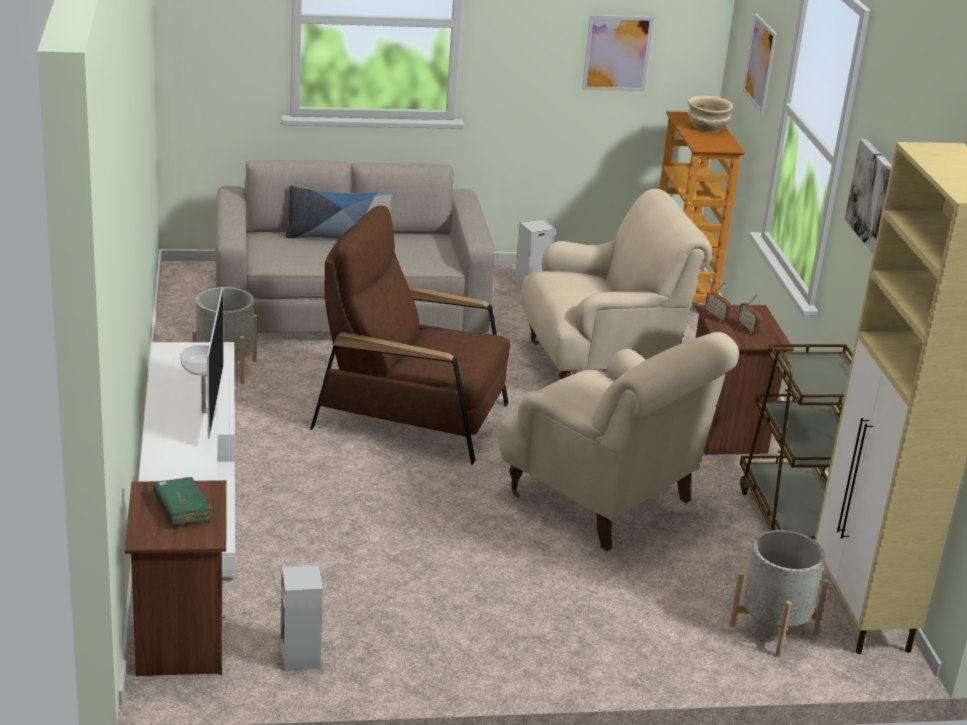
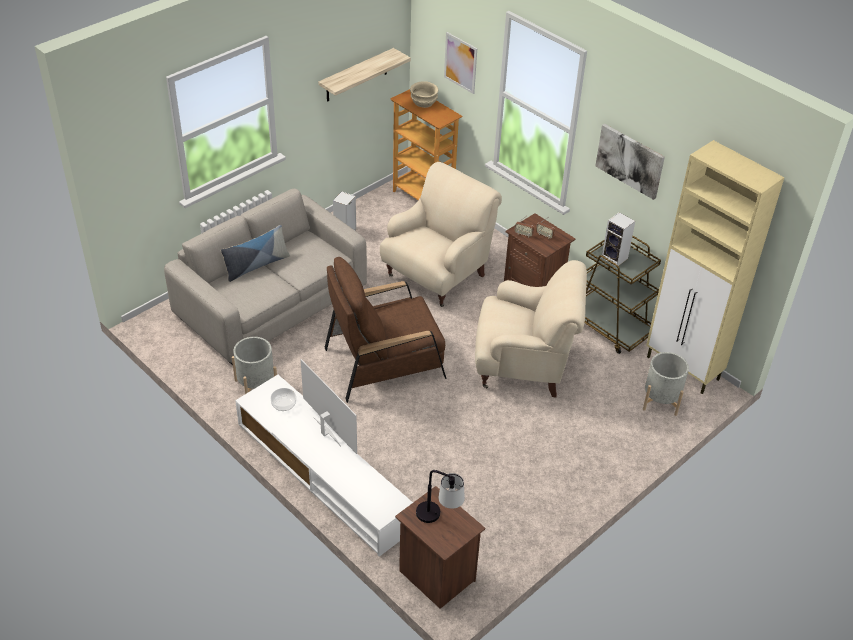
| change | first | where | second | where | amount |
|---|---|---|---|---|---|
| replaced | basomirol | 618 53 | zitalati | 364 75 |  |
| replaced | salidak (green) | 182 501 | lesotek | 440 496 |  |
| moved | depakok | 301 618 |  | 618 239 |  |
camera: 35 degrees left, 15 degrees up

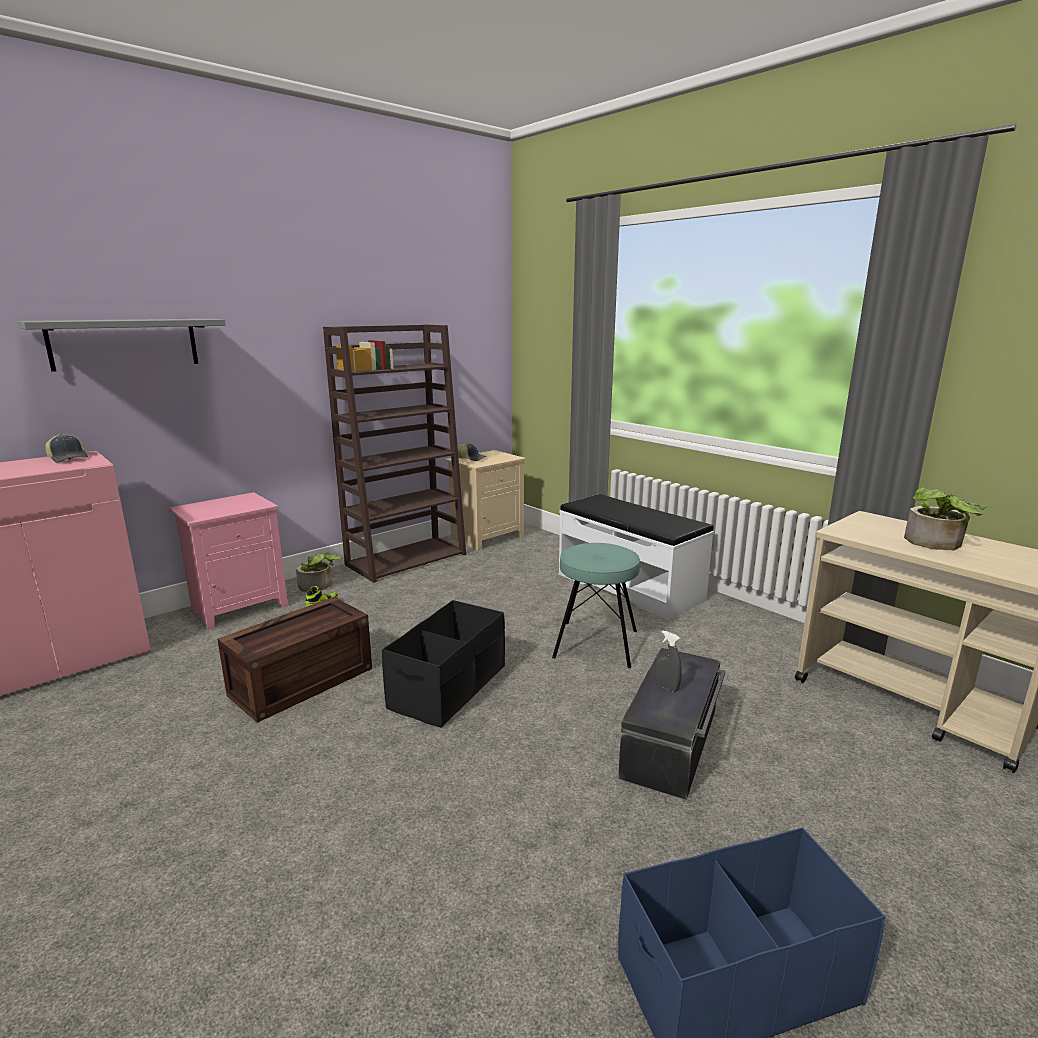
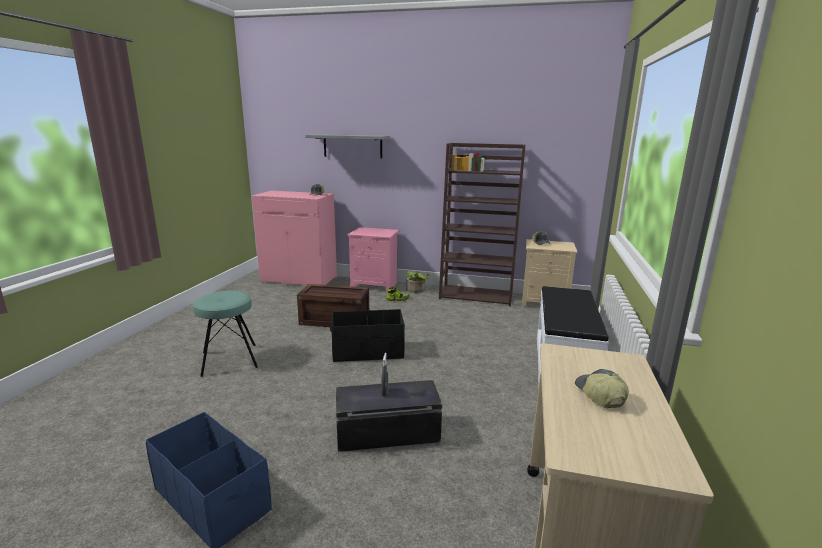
| change | first | where | second | where | amount |
|---|---|---|---|---|---|
| moved | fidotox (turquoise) | 596 605 |  | 225 334 |  |
| replaced | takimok | 946 519 | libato | 602 388 |  |
camera: 55 degrees right, 0 degrees up

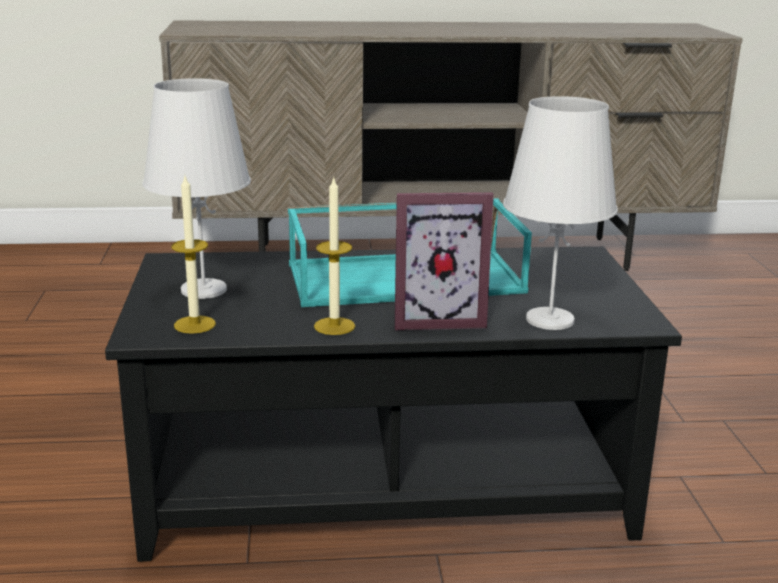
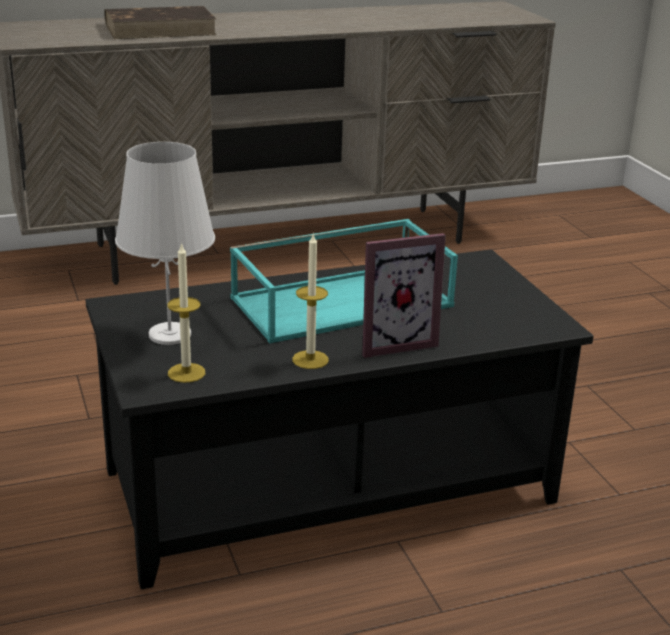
| change | first | where | second | where | amount |
|---|---|---|---|---|---|
| added |  |  | salidak (brown) | 160 22 |  |
| removed | lesotek (white) | 560 213 |  |  |  |
camera: 15 degrees left, 5 degrees up

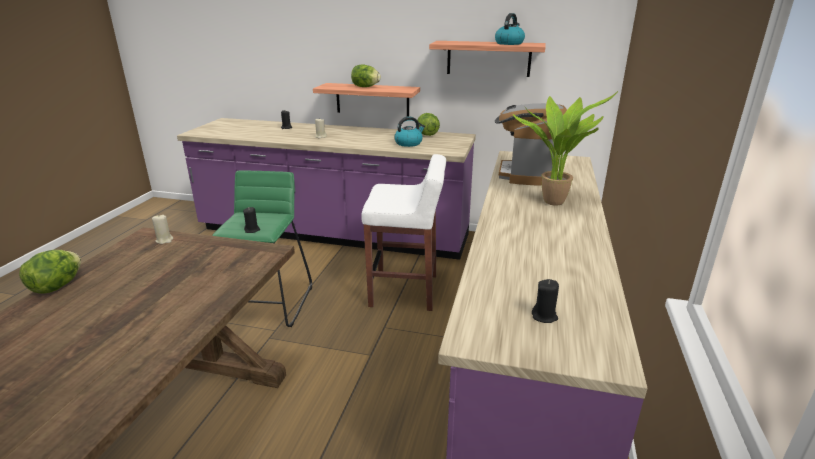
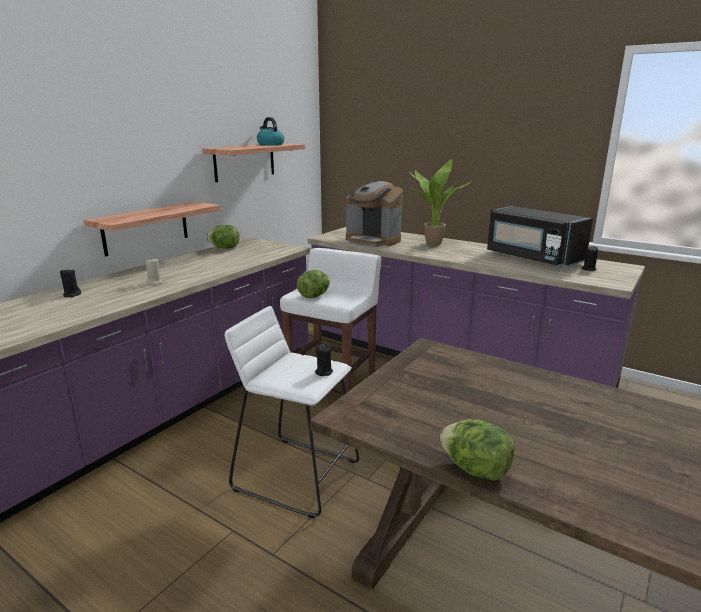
| change | first | where | second | where | amount |
|---|---|---|---|---|---|
| recoloured | fidotox (green) | 262 249 | fidotox (white) | 292 412 |  |
| moved | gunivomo | 366 76 |  | 313 284 |  |
| added |  |  | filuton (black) | 540 237 |  |
| removed | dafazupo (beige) | 162 229 |  |  |  |
| removed | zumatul | 409 132 |  |  |  |
camera: 70 degrees left, 5 degrees down

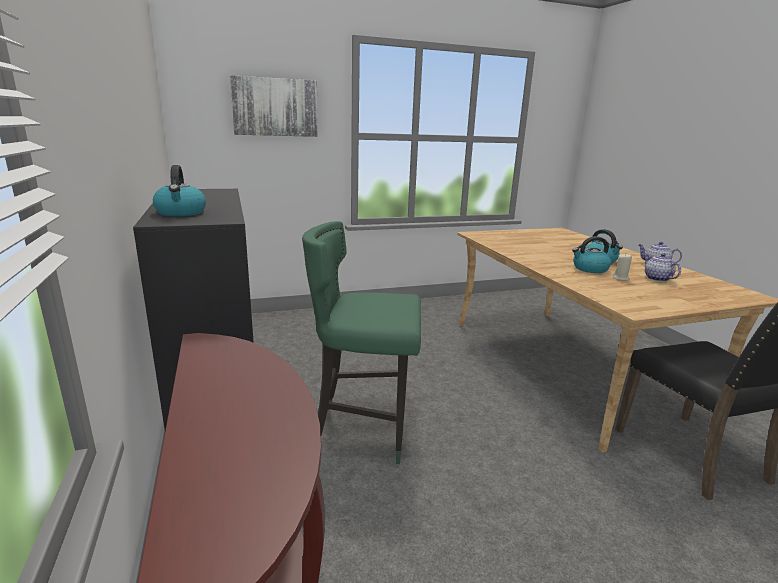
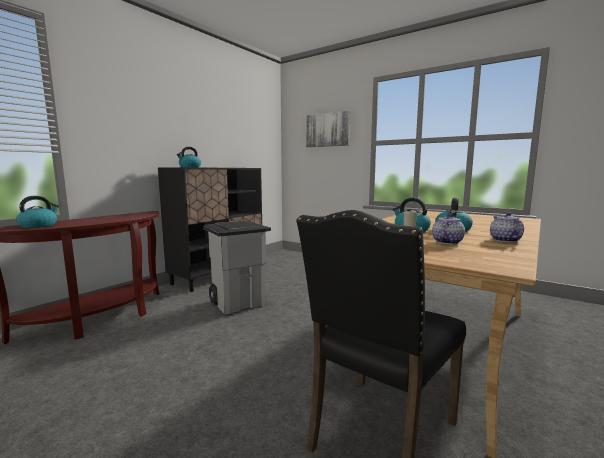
| change | first | where | second | where | amount |
|---|---|---|---|---|---|
| added |  |  | zumatul | 37 212 |  |
| replaced | fidotox (green) | 361 342 | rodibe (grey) | 237 267 |  |
camera: 55 degrees right, 10 degrees down

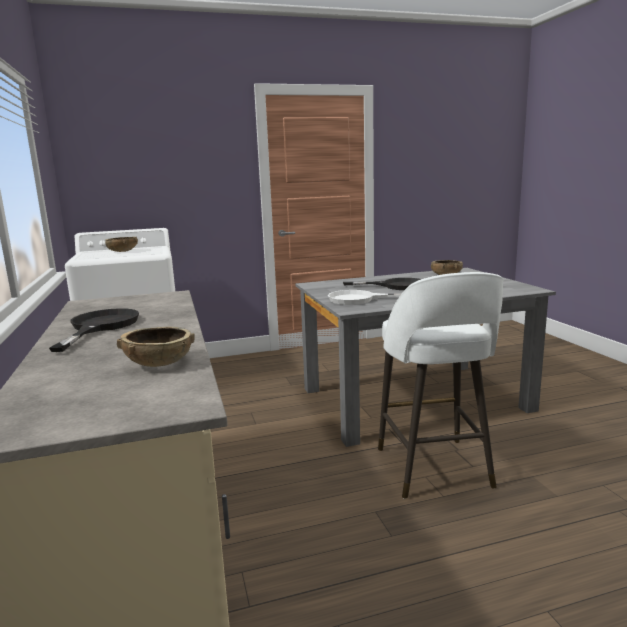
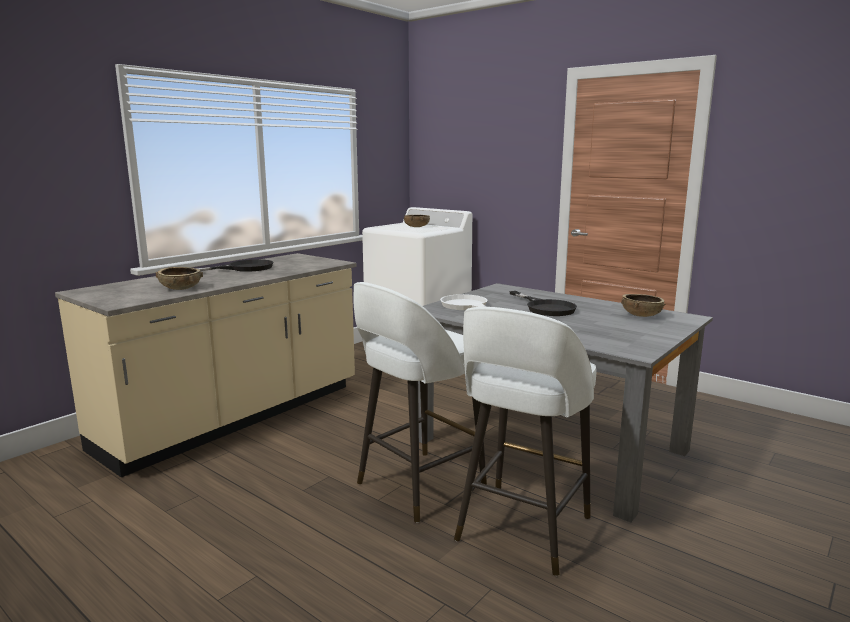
| change | first | where | second | where | amount |
|---|---|---|---|---|---|
| added |  |  | fidotox (white) | 525 441 |  |
camera: 55 degrees right, 0 degrees up

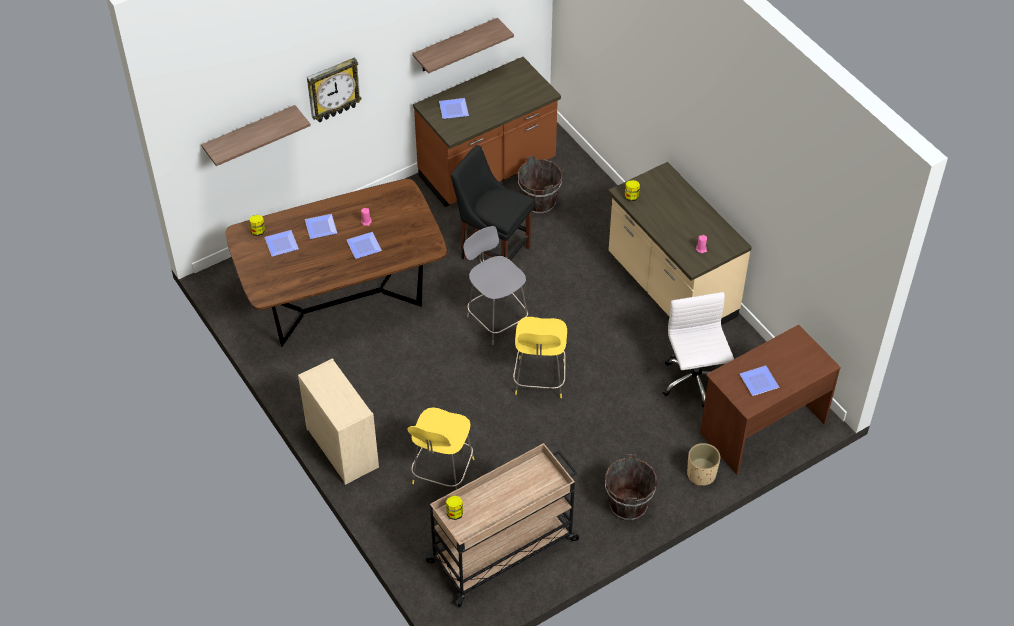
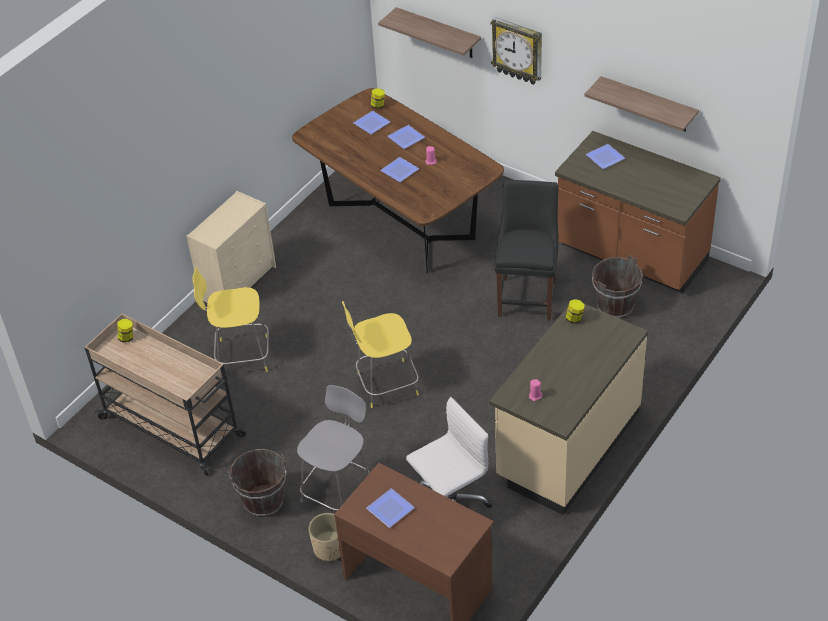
| change | first | where | second | where | amount |
|---|---|---|---|---|---|
| moved | fidotox (grey) | 495 285 |  | 333 448 |  |
camera: 70 degrees right, 5 degrees down

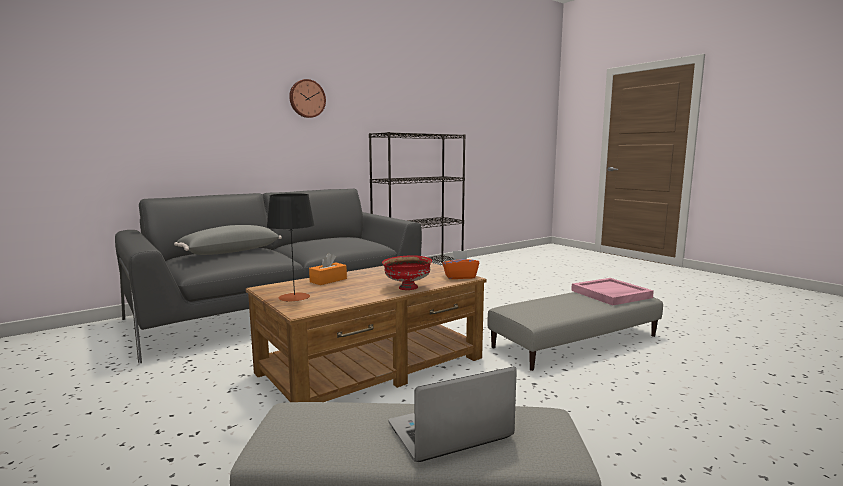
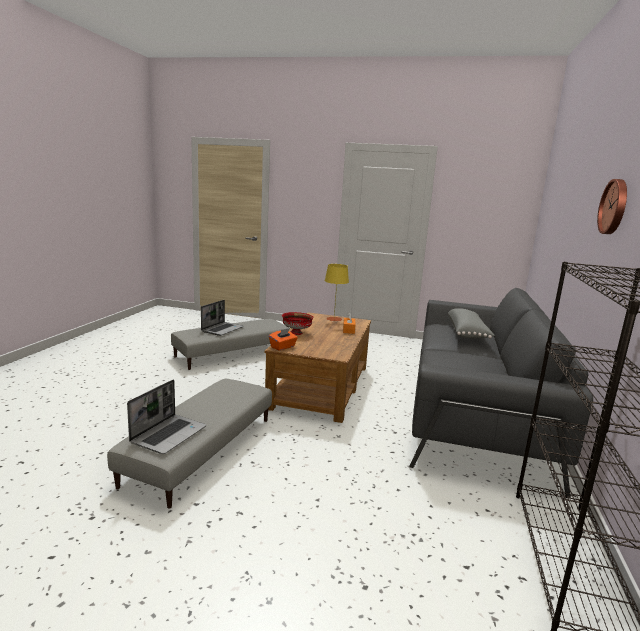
| change | first | where | second | where | amount |
|---|---|---|---|---|---|
| replaced | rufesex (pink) | 612 291 | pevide | 166 417 |  |
| recoloured | lesotek (black) | 291 247 | lesotek (yellow) | 337 293 |  |
camera: 140 degrees right, 5 degrees up

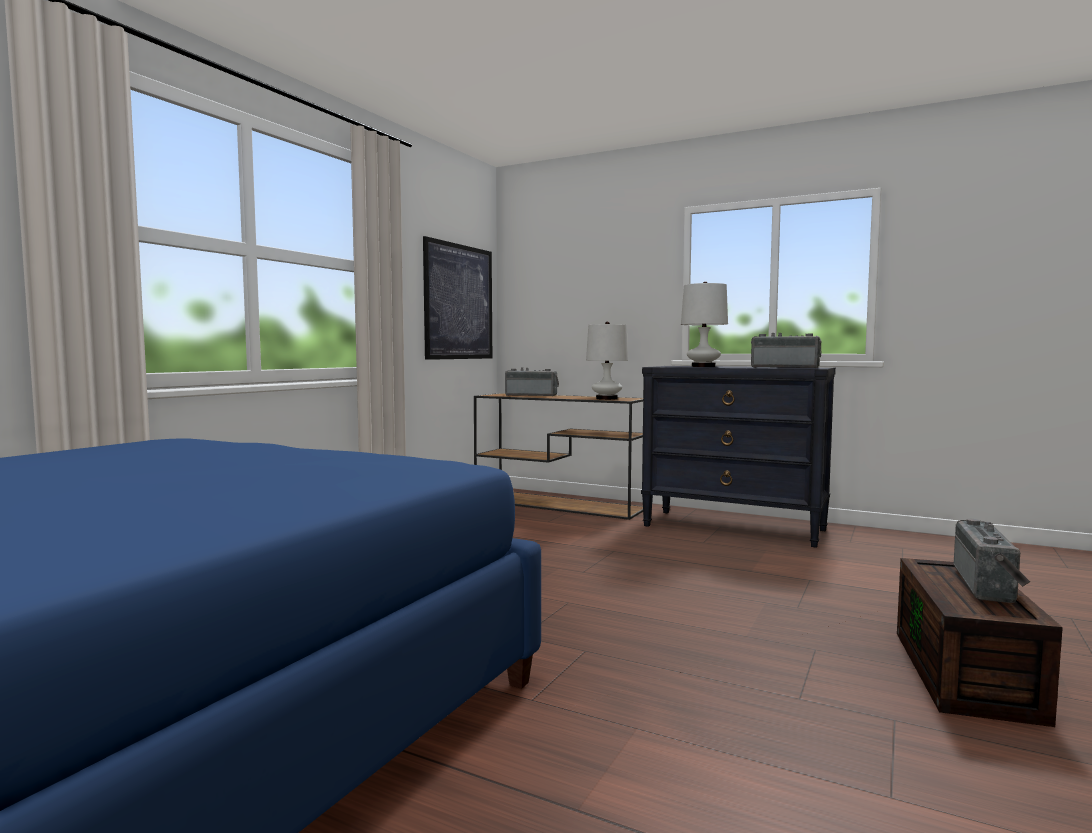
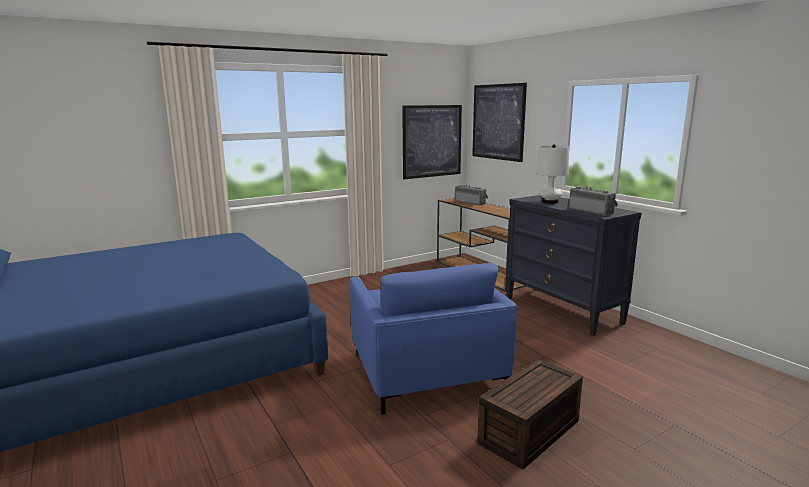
| change | first | where | second | where | amount |
|---|---|---|---|---|---|
| added |  |  | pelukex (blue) | 433 339 |  |
| added |  |  | basomirol | 499 122 |  |
| removed | lesotek (white) | 607 360 |  |  |  |
| removed | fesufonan | 992 561 |  |  |  |
camera: 30 degrees right, 10 degrees up

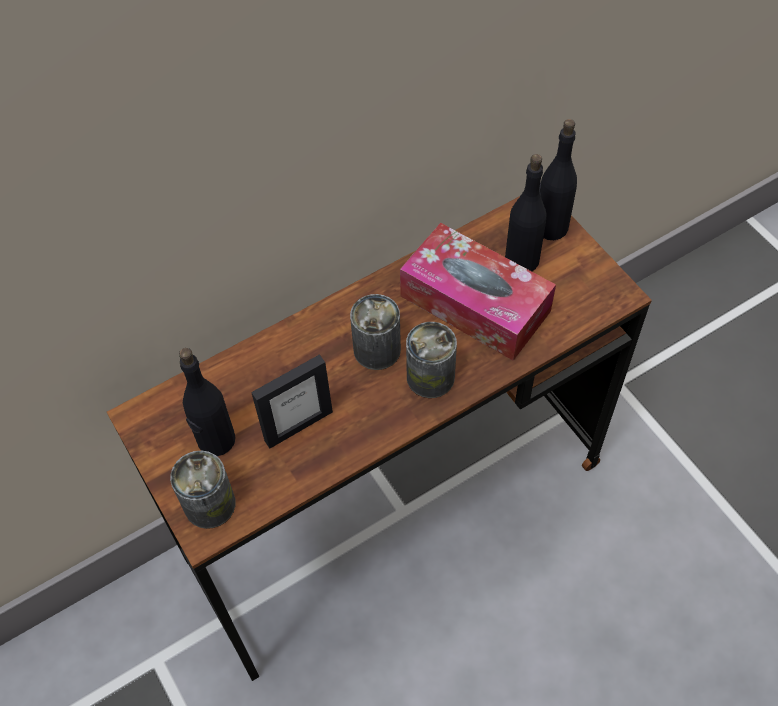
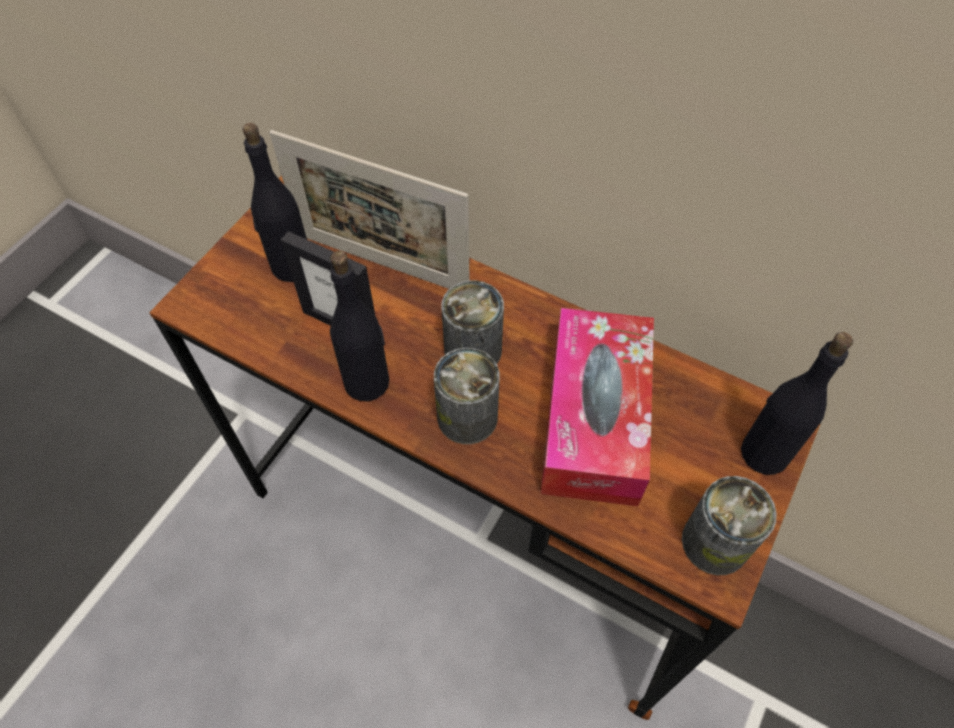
| change | first | where | second | where | amount |
|---|---|---|---|---|---|
| added |  |  | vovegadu | 369 209 |  |
| moved | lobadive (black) | 525 212 |  | 359 326 |  |
| moved | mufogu | 203 490 |  | 729 525 |  |
camera: 60 degrees right, 0 degrees up

